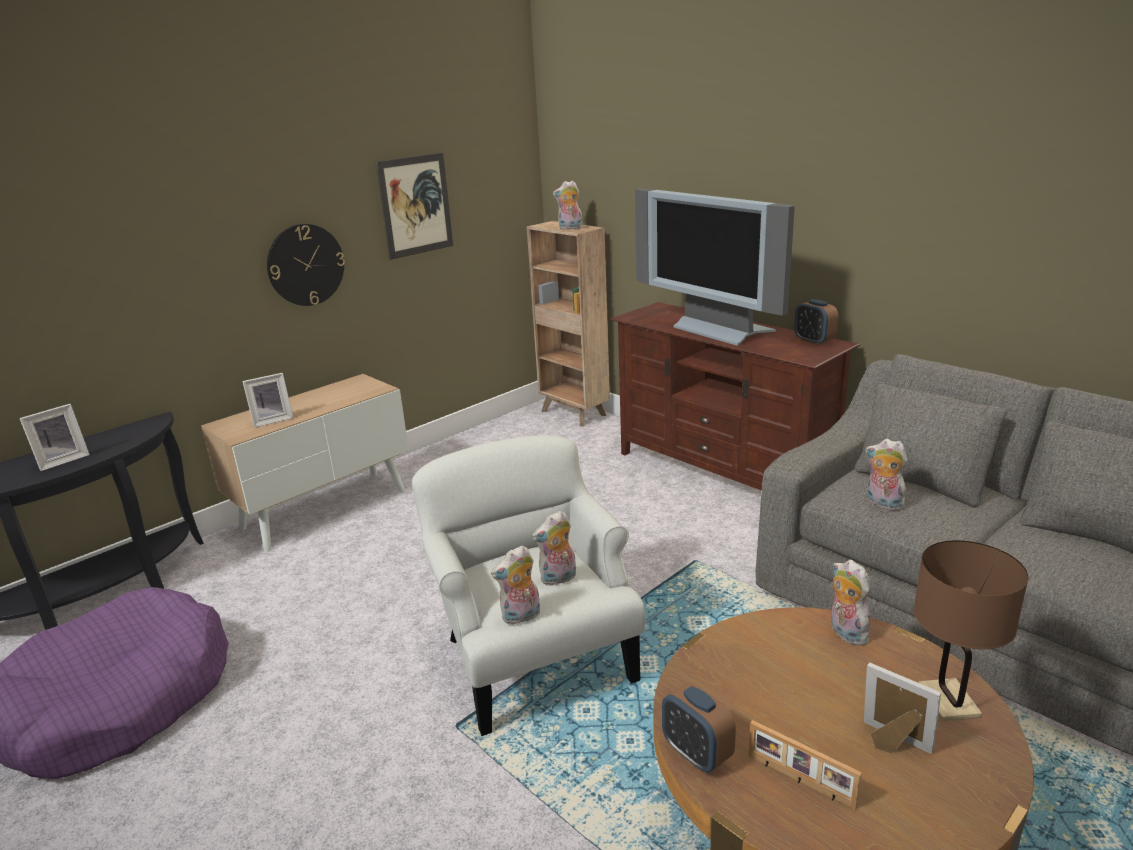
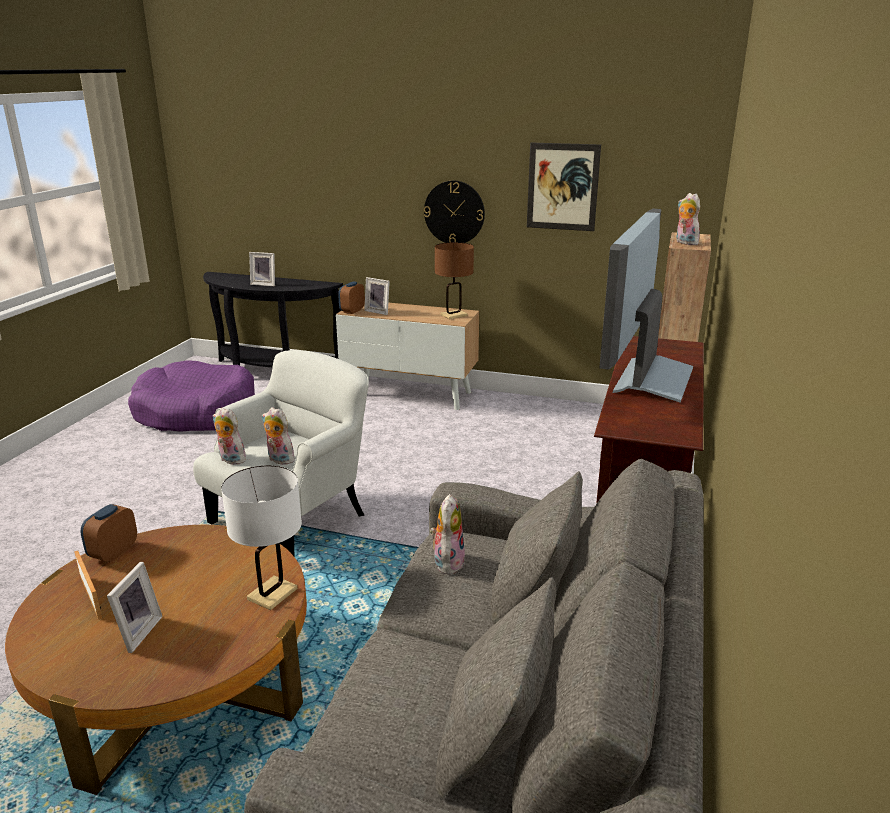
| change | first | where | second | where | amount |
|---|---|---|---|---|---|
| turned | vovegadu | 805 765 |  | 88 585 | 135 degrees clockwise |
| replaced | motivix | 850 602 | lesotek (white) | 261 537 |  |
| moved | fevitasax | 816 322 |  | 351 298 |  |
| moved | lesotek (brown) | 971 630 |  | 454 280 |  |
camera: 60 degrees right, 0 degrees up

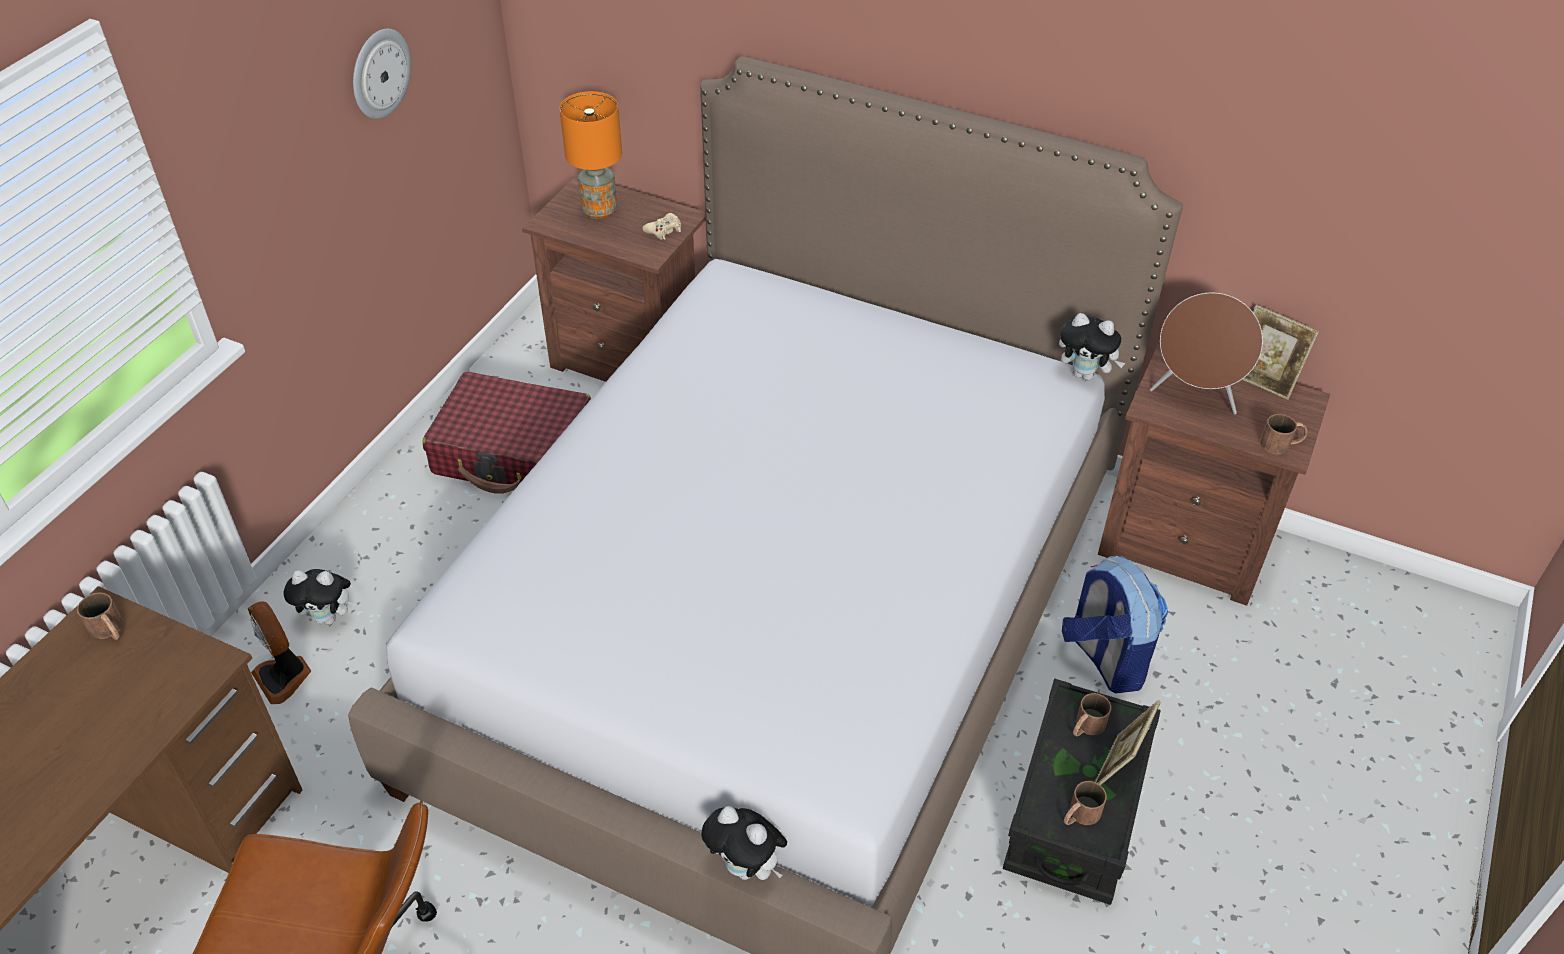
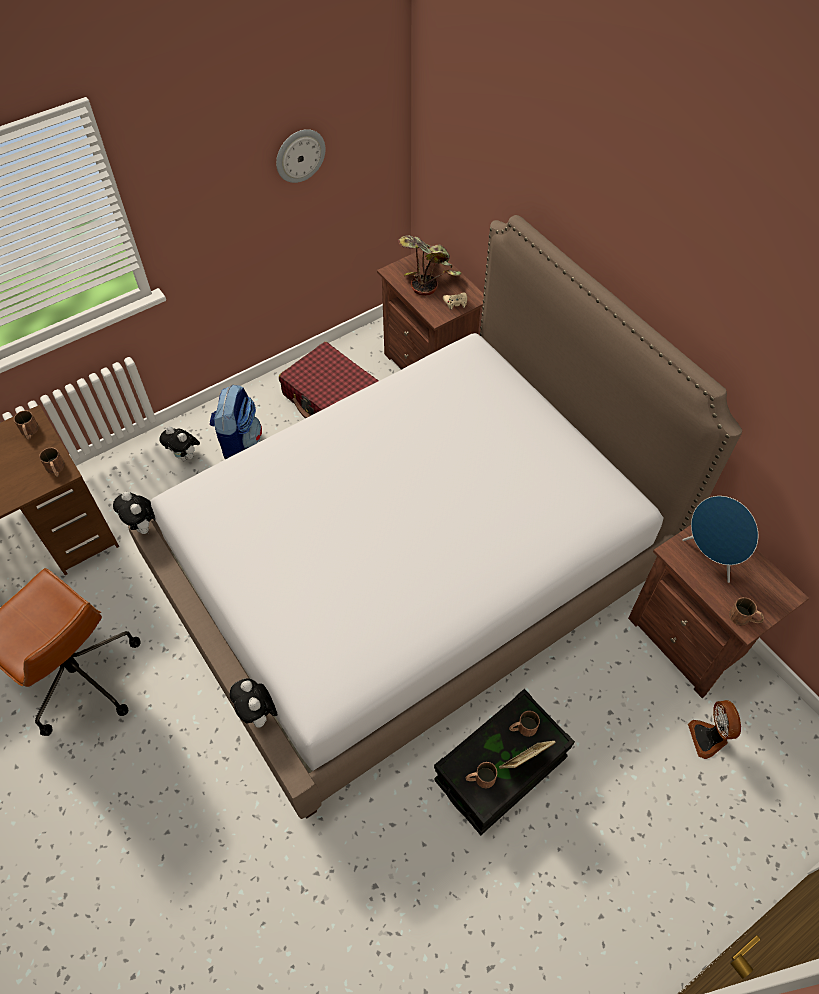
| change | first | where | second | where | amount |
|---|---|---|---|---|---|
| added |  |  | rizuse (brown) | 52 462 |  |
| moved | motivix | 1092 347 |  | 134 513 |  |
| moved | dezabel | 1115 624 |  | 235 421 |  |
| replaced | lesotek (orange) | 590 155 | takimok | 429 265 |  |
| recoloured | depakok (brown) | 1206 354 | depakok (blue) | 720 539 |  |
| moved | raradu | 279 652 |  | 714 729 |  |
| removed | vovegadu | 1280 352 |  |  |  |
camera: 30 degrees right, 10 degrees up

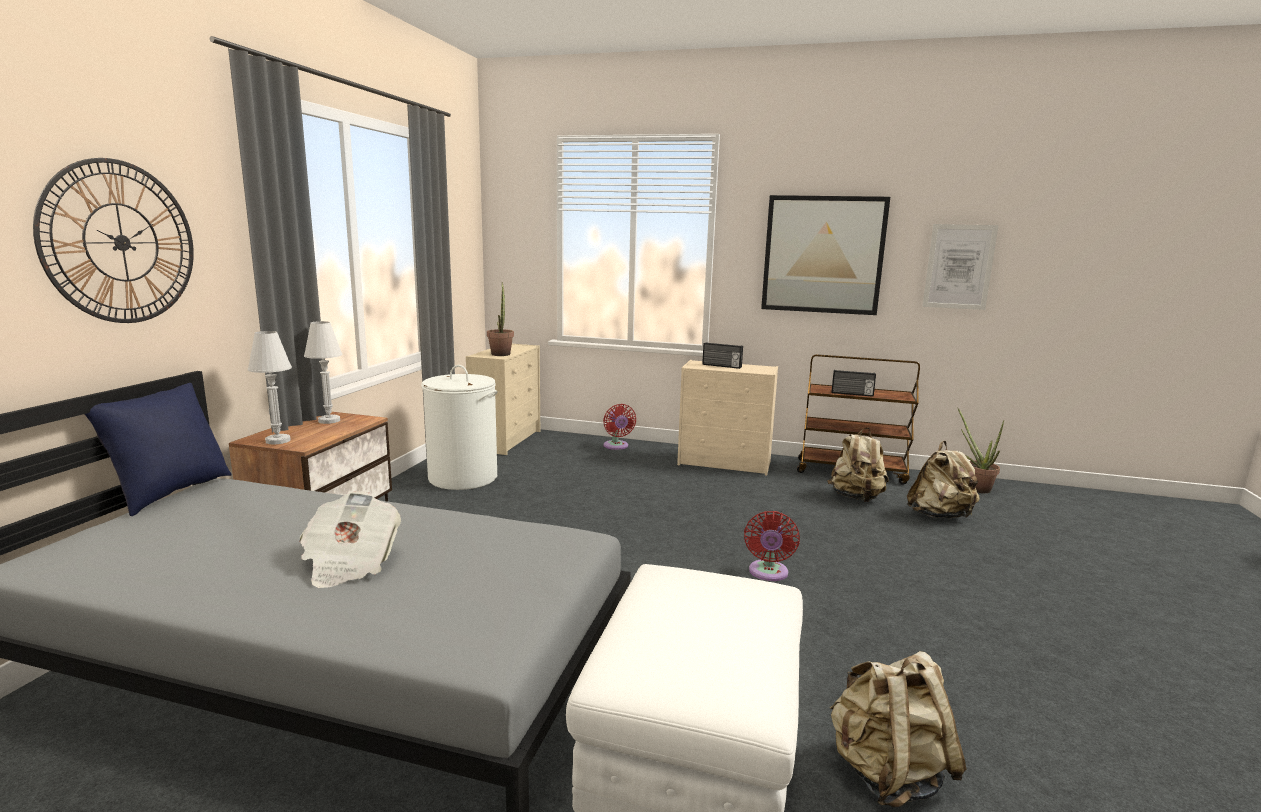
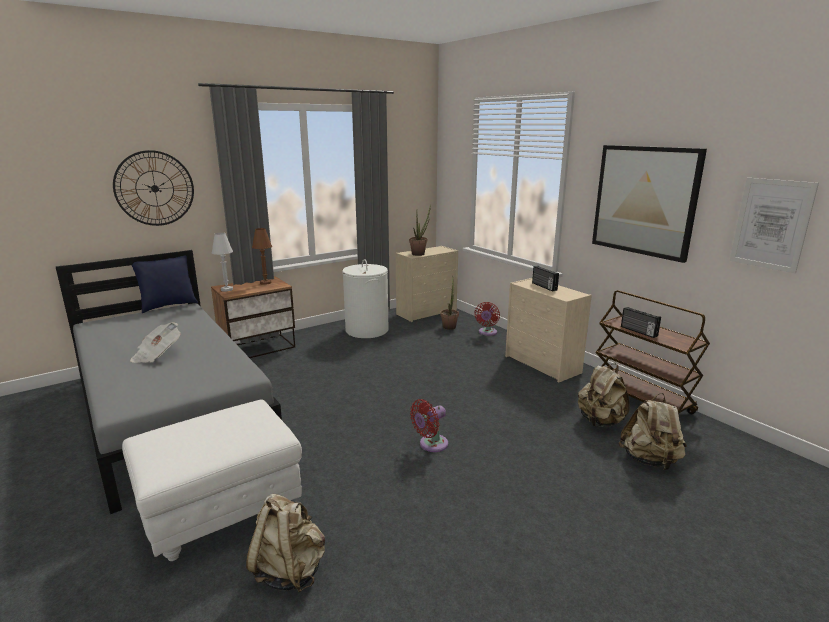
| change | first | where | second | where | amount |
|---|---|---|---|---|---|
| recoloured | lesotek (white) | 323 372 | lesotek (brown) | 262 256 |  |
| moved | takimok | 981 450 |  | 449 302 |  |
camera: 40 degrees right, 5 degrees up

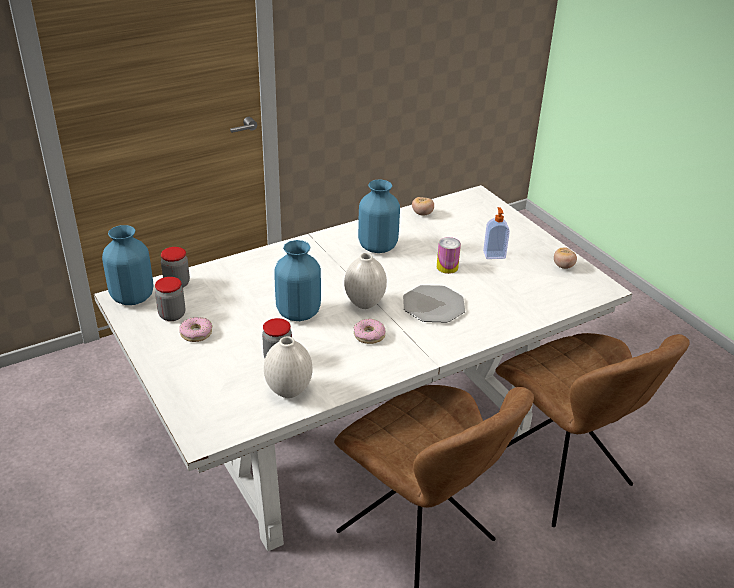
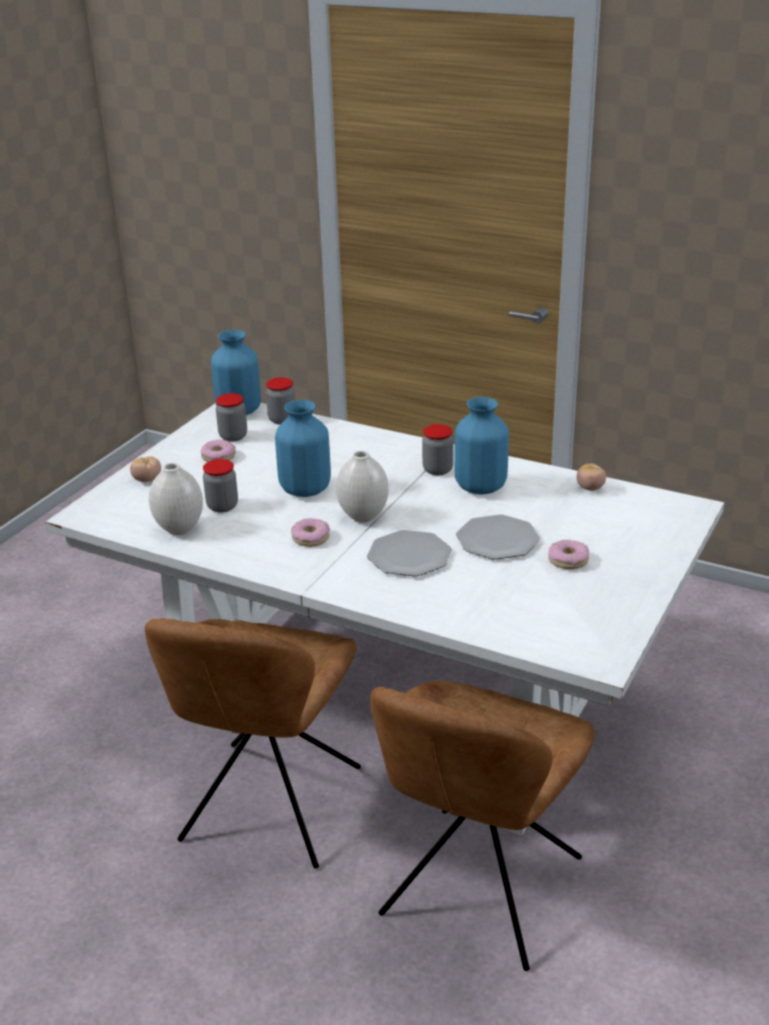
| change | first | where | second | where | amount |
|---|---|---|---|---|---|
| moved | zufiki | 565 258 |  | 145 469 |  |
| added |  |  | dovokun | 438 449 |  |
| replaced | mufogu | 449 255 | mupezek | 498 537 |  |
| replaced | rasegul | 496 233 | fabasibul | 568 554 |  |
camera: 60 degrees right, 5 degrees down

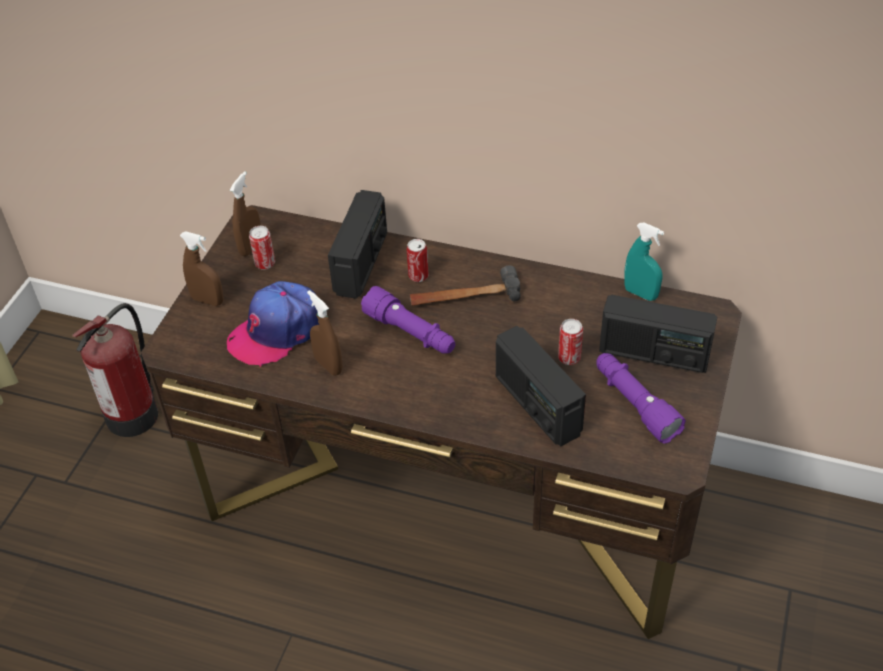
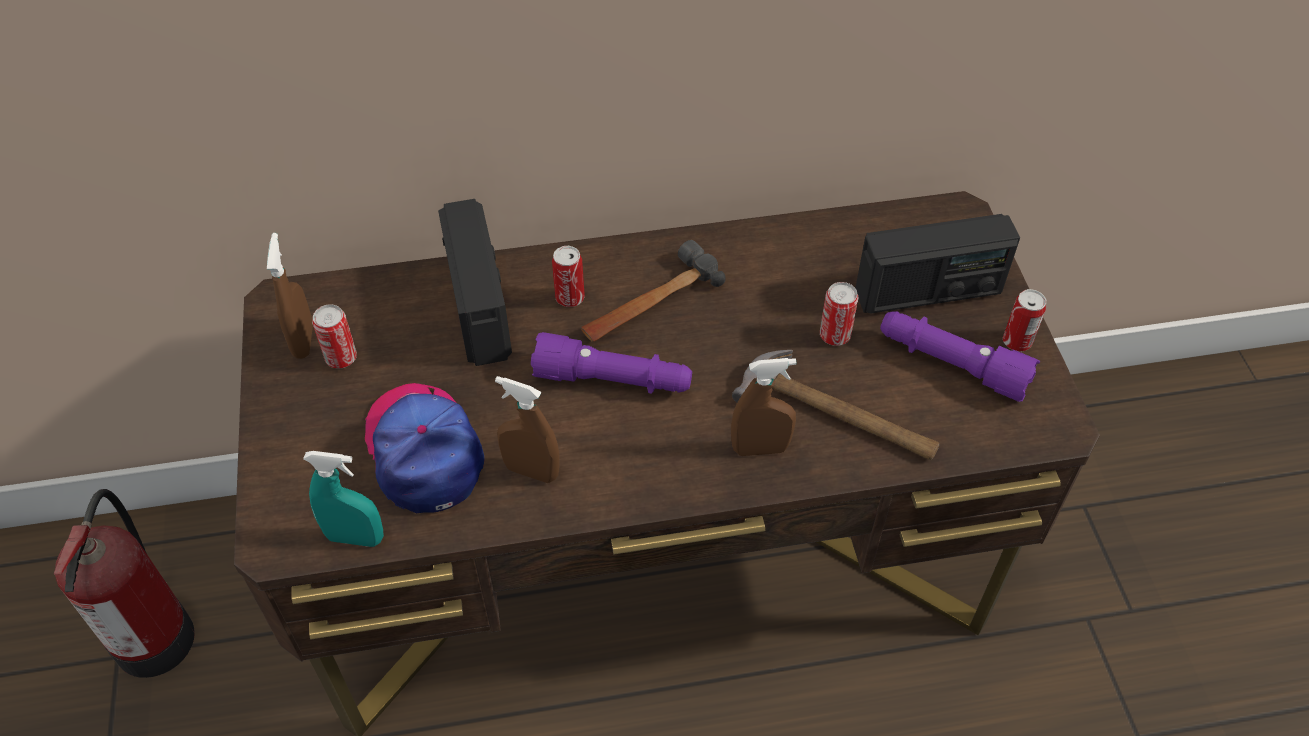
| change | first | where | second | where | amount |
|---|---|---|---|---|---|
| moved | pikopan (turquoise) | 644 262 |  | 343 499 |  |
| turned | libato | 273 324 |  | 424 448 | 135 degrees clockwise |
| moved | pikopan (brown) | 201 268 |  | 763 407 |  |
| replaced | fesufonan | 541 386 | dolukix | 835 405 |  |
| added |  |  | mufogu | 1024 320 |  |
camera: 30 degrees left, 5 degrees up

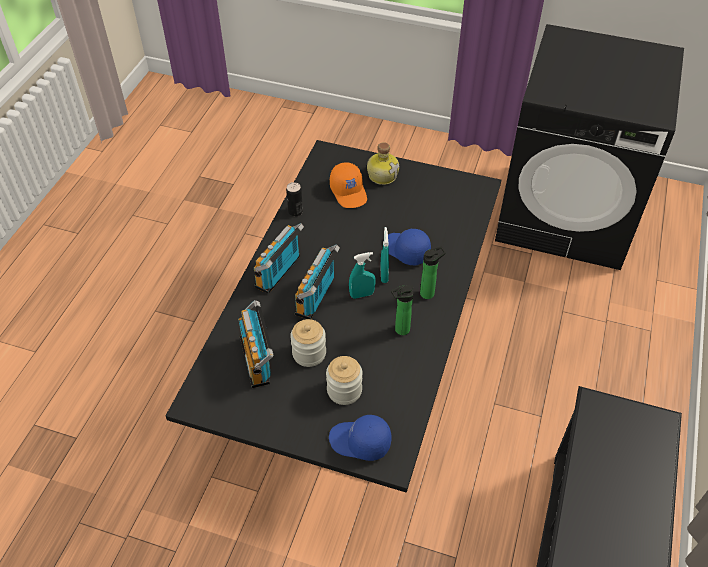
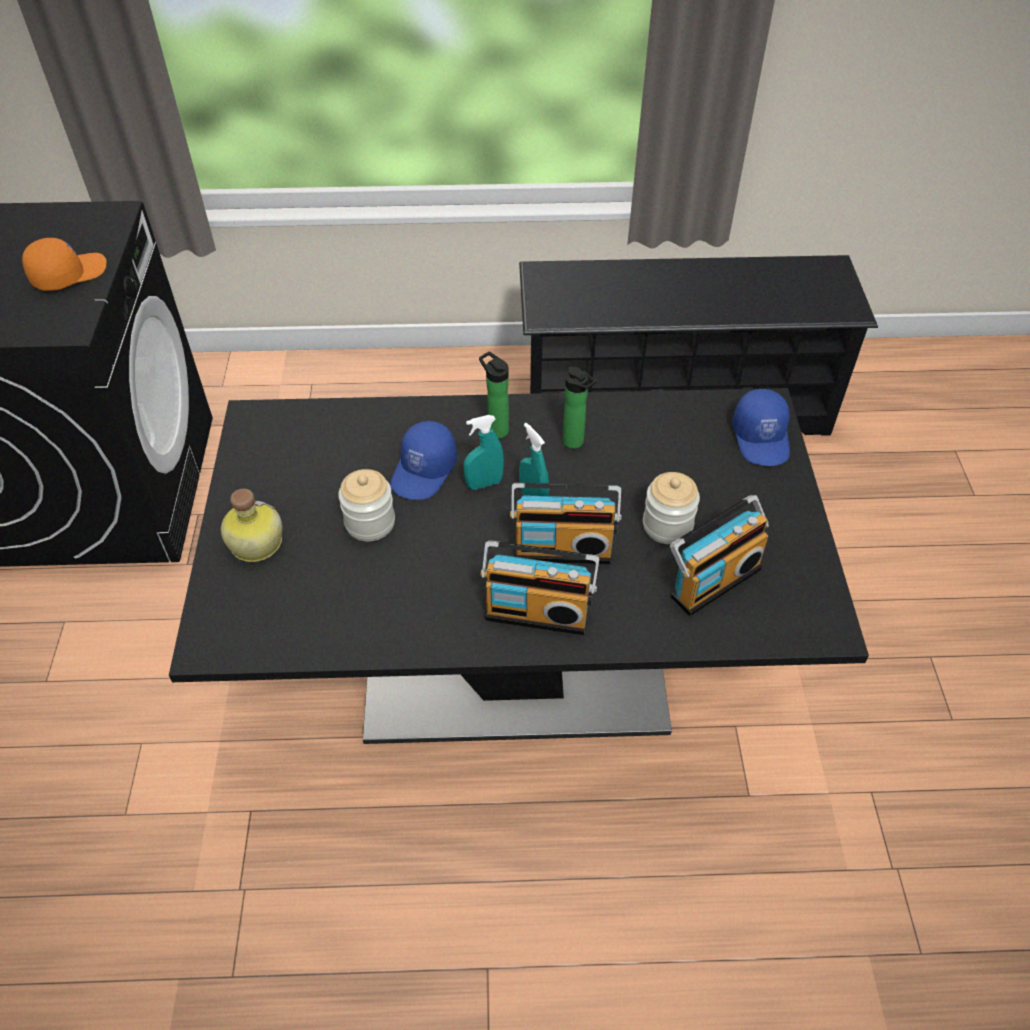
| change | first | where | second | where | amount |
|---|---|---|---|---|---|
| moved | libato (orange) | 348 185 |  | 64 264 |  |
| moved | dovokun | 344 380 |  | 366 505 |  |
| removed | mufogu | 294 199 |  |  |  |
camera: 110 degrees left, 0 degrees up

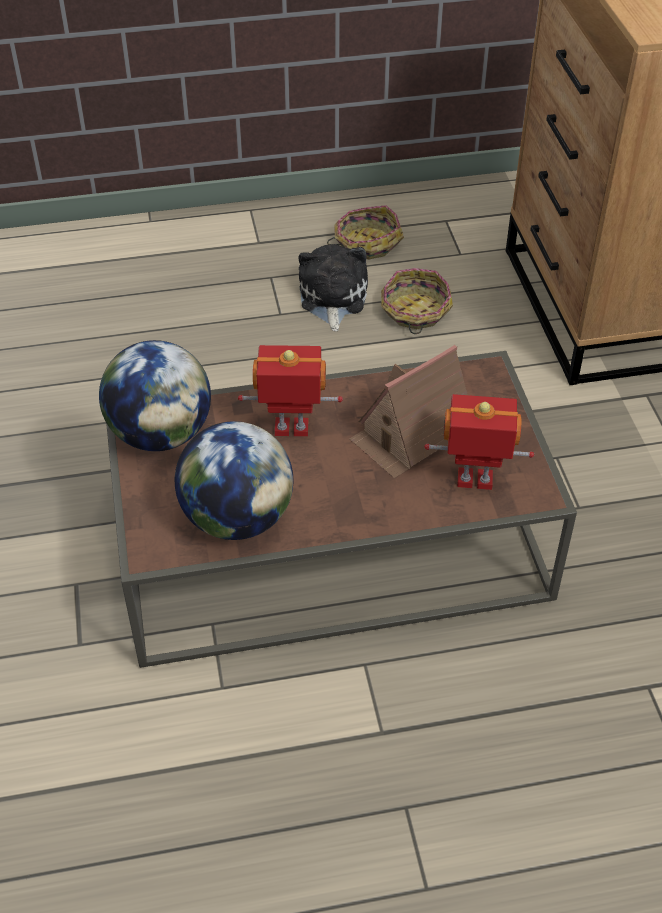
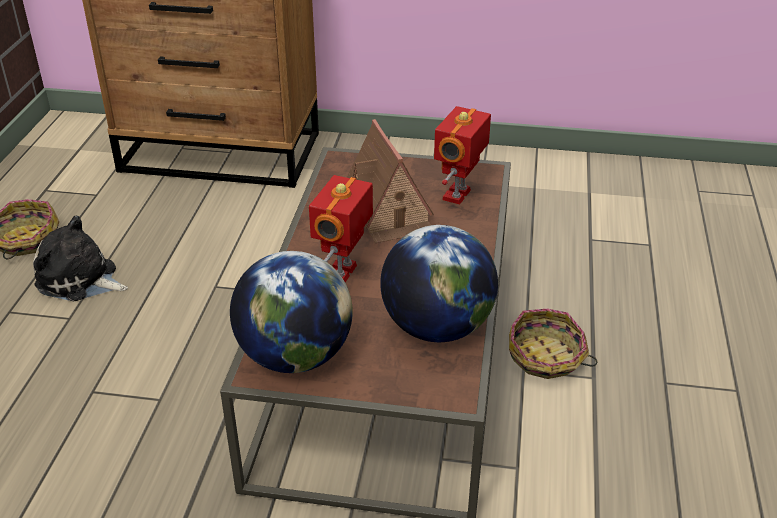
| change | first | where | second | where | amount |
|---|---|---|---|---|---|
| moved | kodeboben | 417 301 |  | 553 344 |  |
camera: 70 degrees left, 10 degrees down

